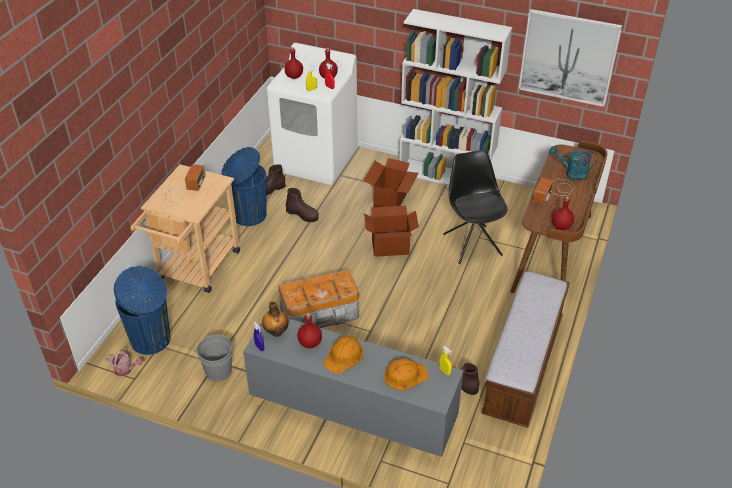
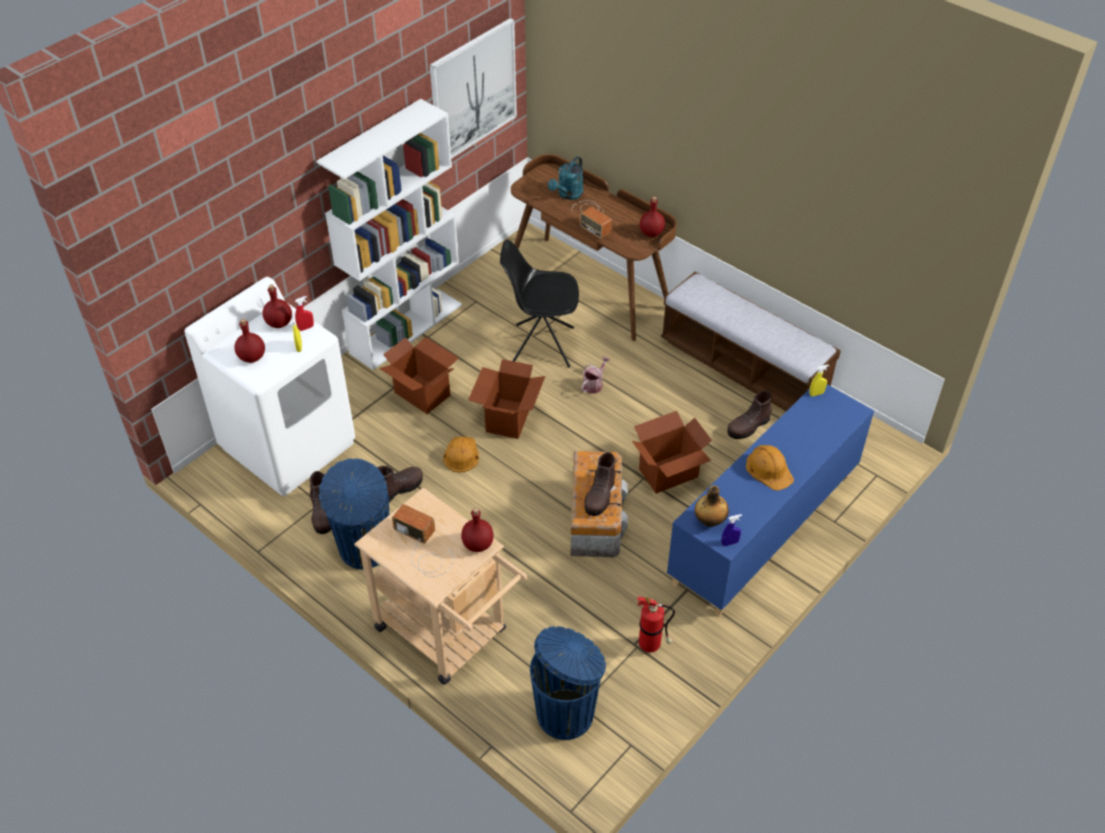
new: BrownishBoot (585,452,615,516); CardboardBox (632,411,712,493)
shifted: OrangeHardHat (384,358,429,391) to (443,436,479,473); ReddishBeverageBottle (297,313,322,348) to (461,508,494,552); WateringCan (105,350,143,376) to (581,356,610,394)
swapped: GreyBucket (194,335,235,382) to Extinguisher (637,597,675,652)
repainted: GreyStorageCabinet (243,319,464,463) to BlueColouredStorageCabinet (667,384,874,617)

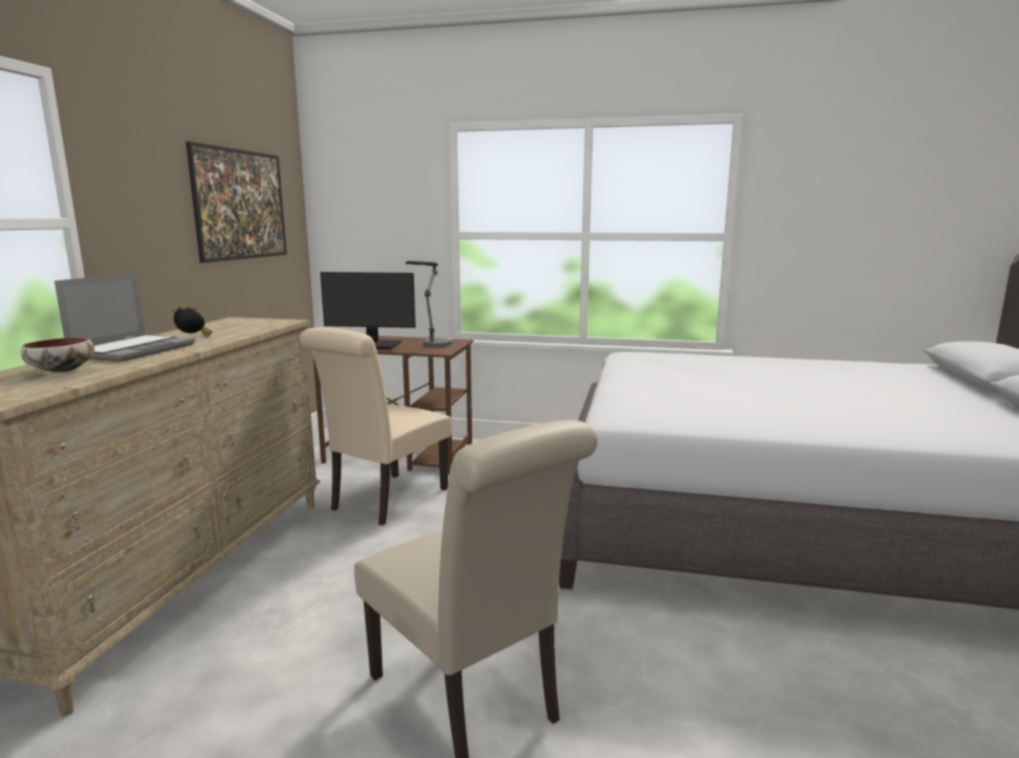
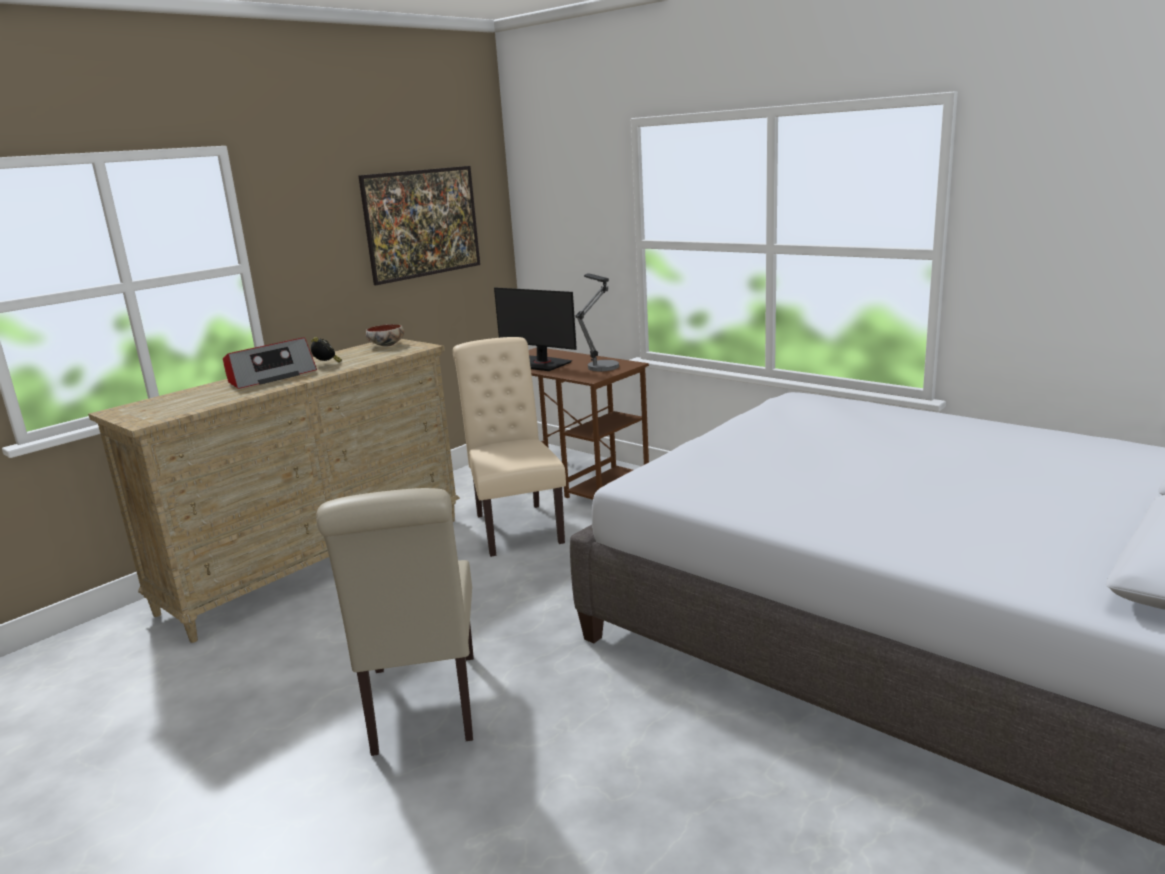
shifted: ServingBowl (21,338,94,372) to (366,324,404,347)
swapped: PortableComputer (54,273,195,362) to RadioReceiver (223,337,317,389)
rotated: SandColouredUprightChair (300,327,452,525) = (453,337,566,557) 105 degrees clockwise

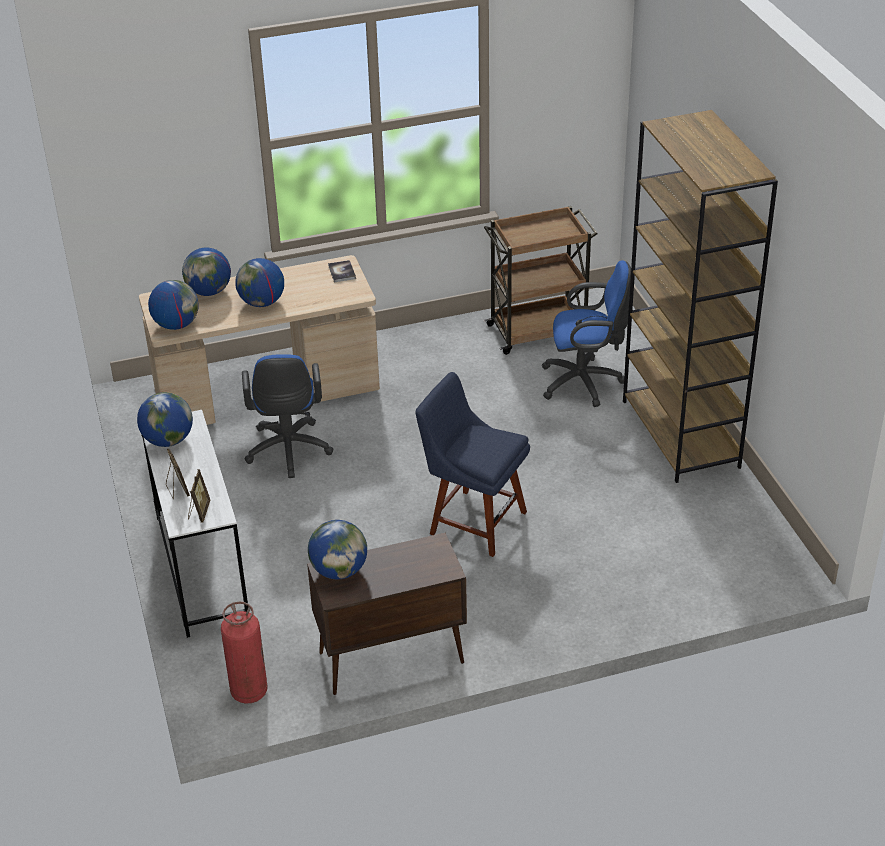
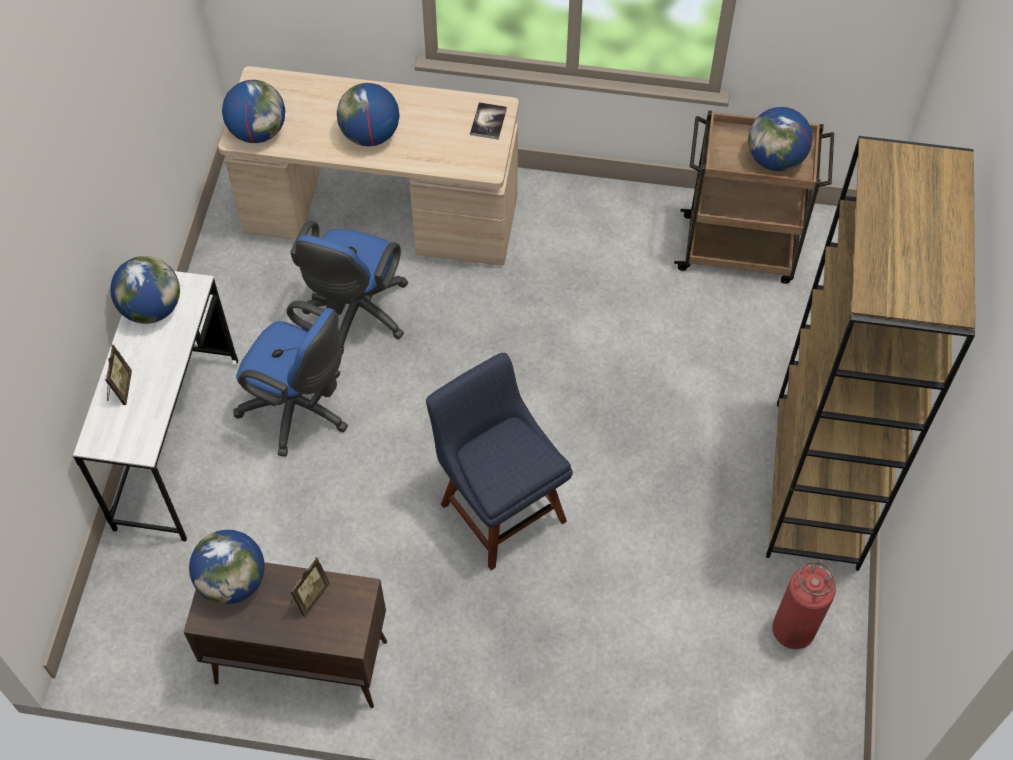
shifted: BlueColouredDeskChair (542,260,631,407) to (233,301,348,457); PictureFrame (188,469,210,522) to (290,557,330,617); Globe (182,248,231,296) to (748,107,813,171); Extinguisher (221,602,267,704) to (772,561,836,649)

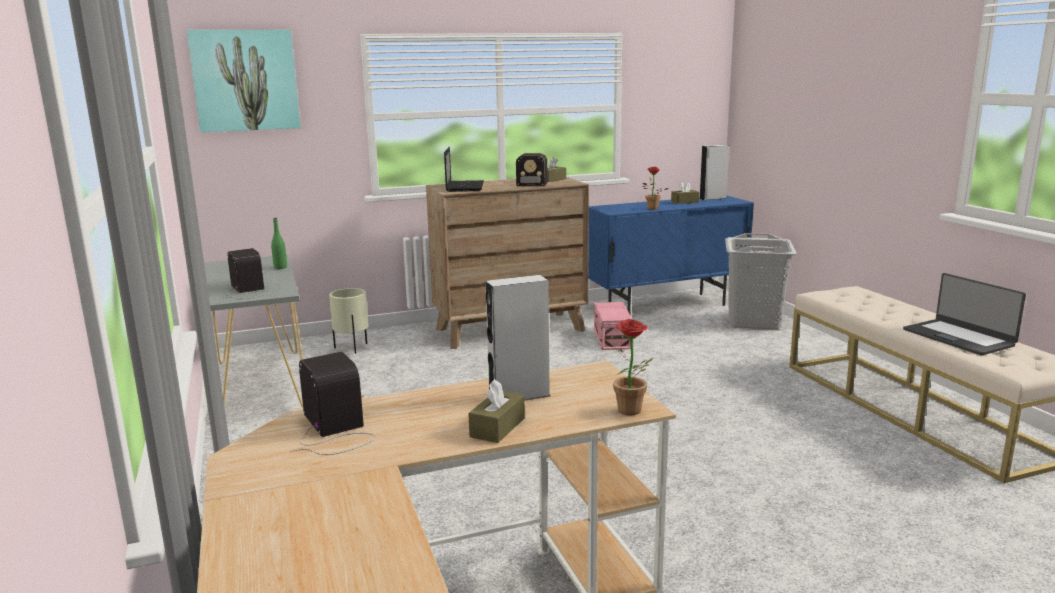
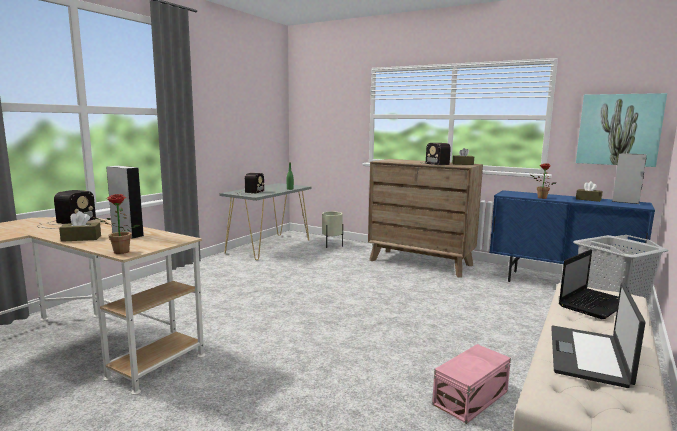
shifted: PinkishStorageBox (594,302,633,350) to (432,344,511,424); PortableComputer (444,147,484,192) to (559,249,619,319); WallArt (187,30,301,132) to (576,93,667,167)

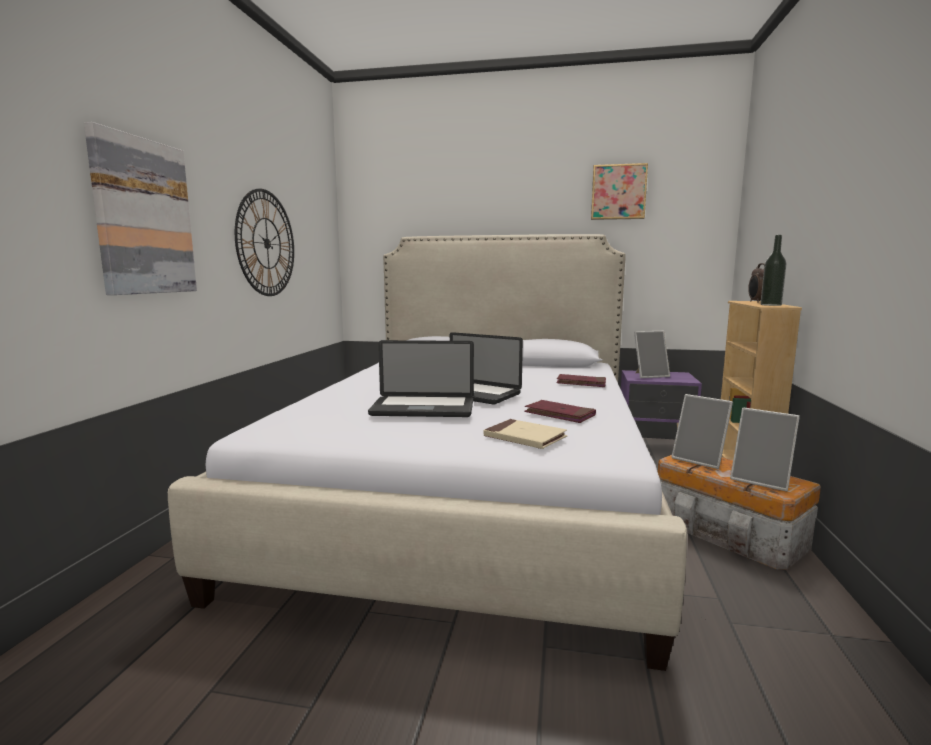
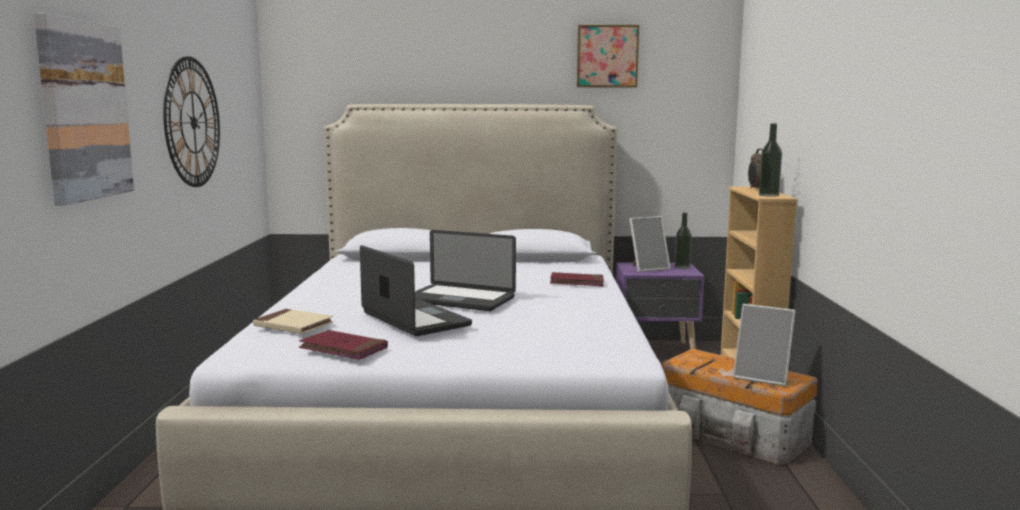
gone: PictureFrame (672,394,733,469)
new: BeverageBottle (675,213,692,269)
shifted: SandColouredVolume (484,419,567,449) to (253,309,334,334); ReddishVolume (524,400,596,423) to (299,330,388,360)
rotated: PortableComputer (368,340,474,417) = (360,245,472,336) 120 degrees counterclockwise

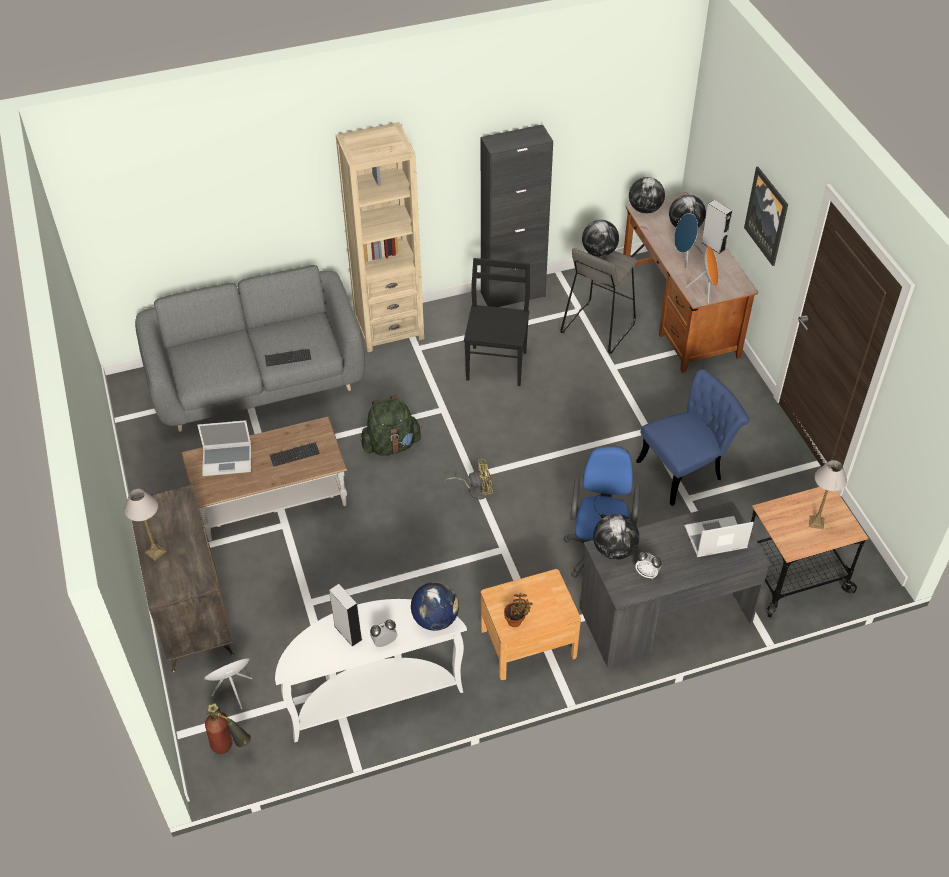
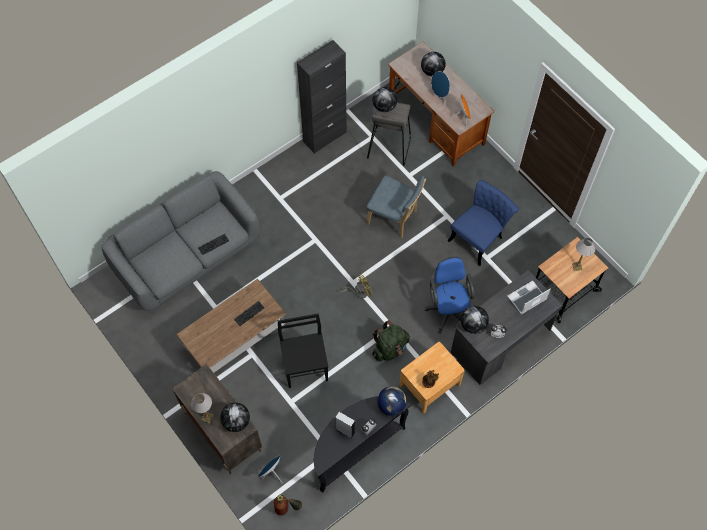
gone: PortableComputer (197,420,251,476); SandColouredBookshelf (336,122,424,352); GreyLoudspeaker (701,200,732,254); WallArt (744,167,788,266)
new: BlueColouredUprightChair (366,175,426,239)
shifted: Globe (629,177,665,214) to (220,402,250,432); BlackishUprightChair (464,258,530,386) to (278,314,328,388); GreenishRucksack (361,395,422,456) to (372,320,410,362)
repainted: WhiteHallTable (275,599,467,742) to BlackishHallTable (314,396,411,493)

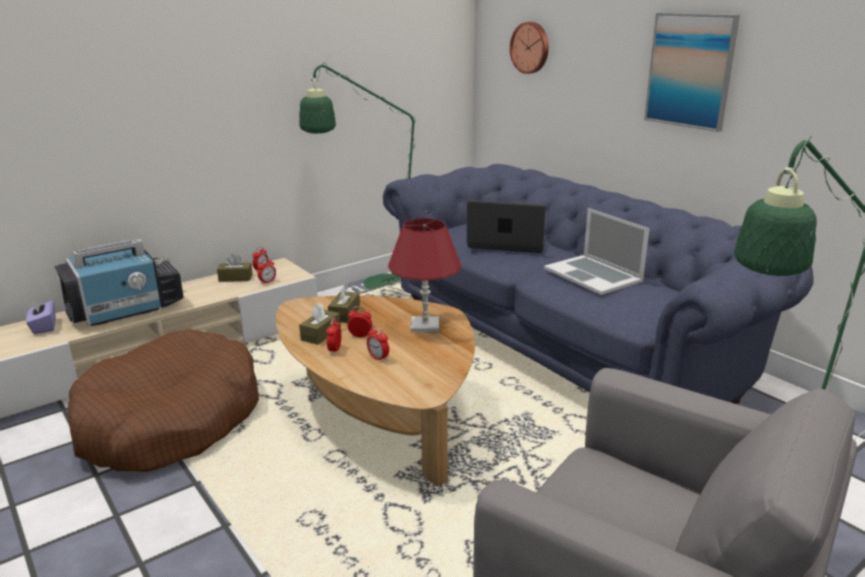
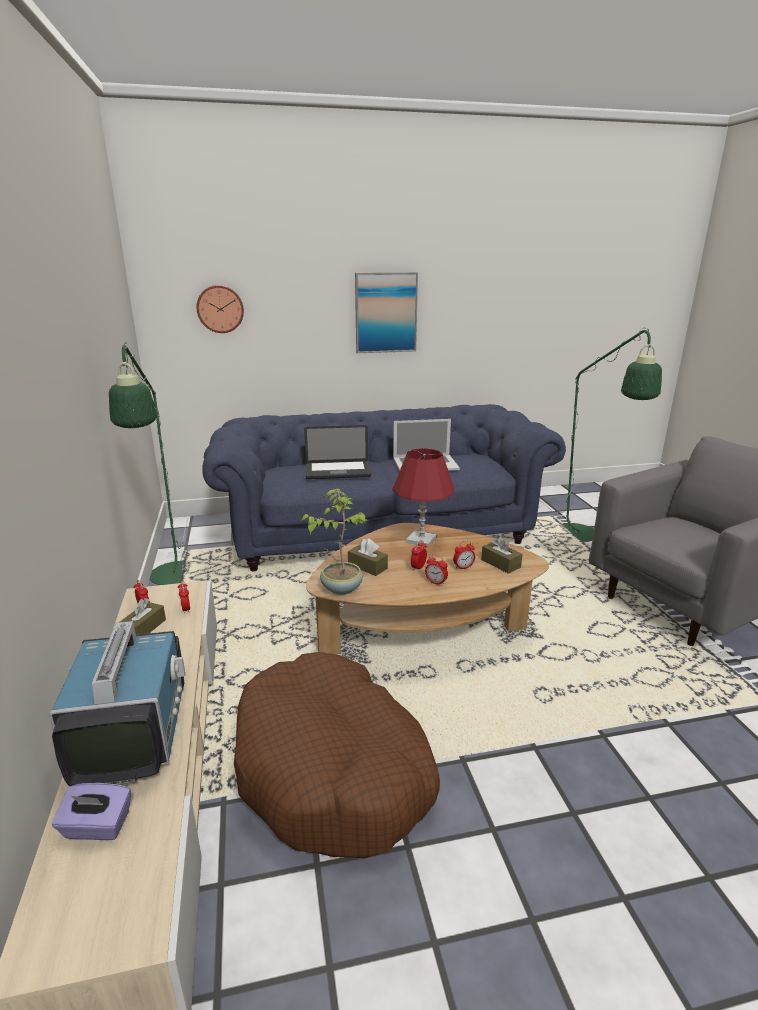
new: Houseplant (301,489,369,595)
shifted: BrownishBoxOfTissues (299,303,341,345) to (481,536,523,574)
rotated: PortableComputer (467,200,547,253) = (304,425,371,479) 135 degrees counterclockwise

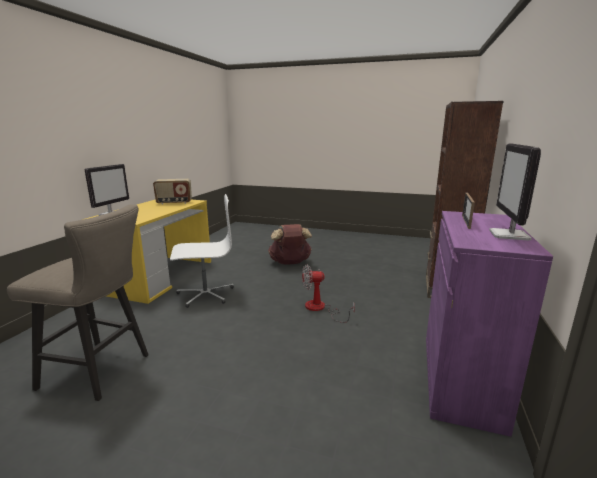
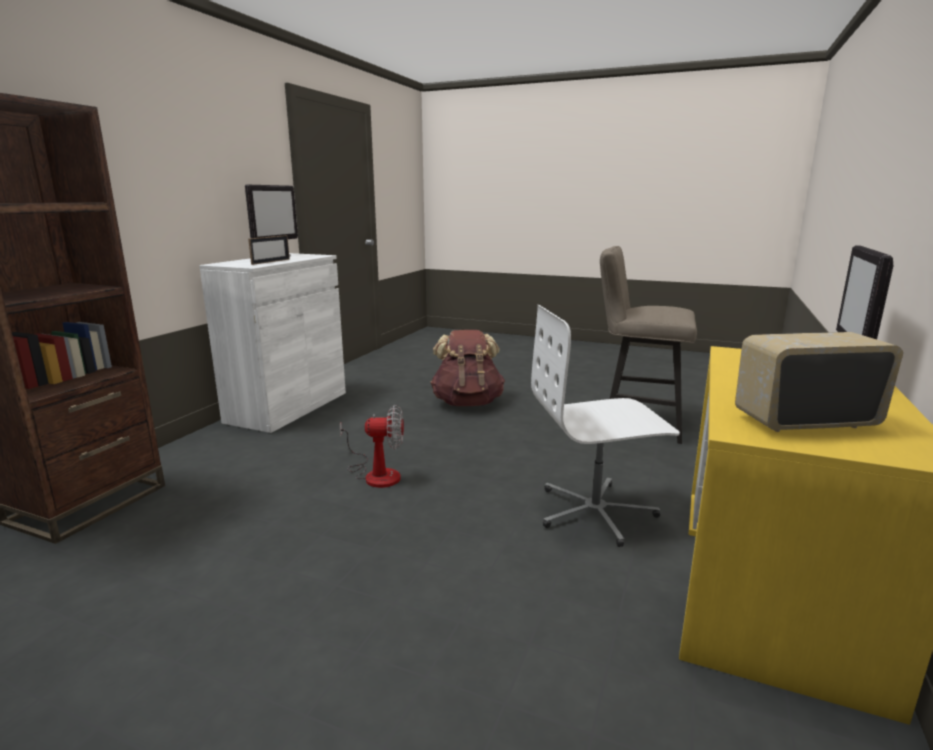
shifted: BrownishRucksack (268,224,312,265) to (430,330,505,406)
repainted: PurpleColouredStorageCabinet (426,211,553,437) to WhiteStorageCabinet (199,253,346,433)

